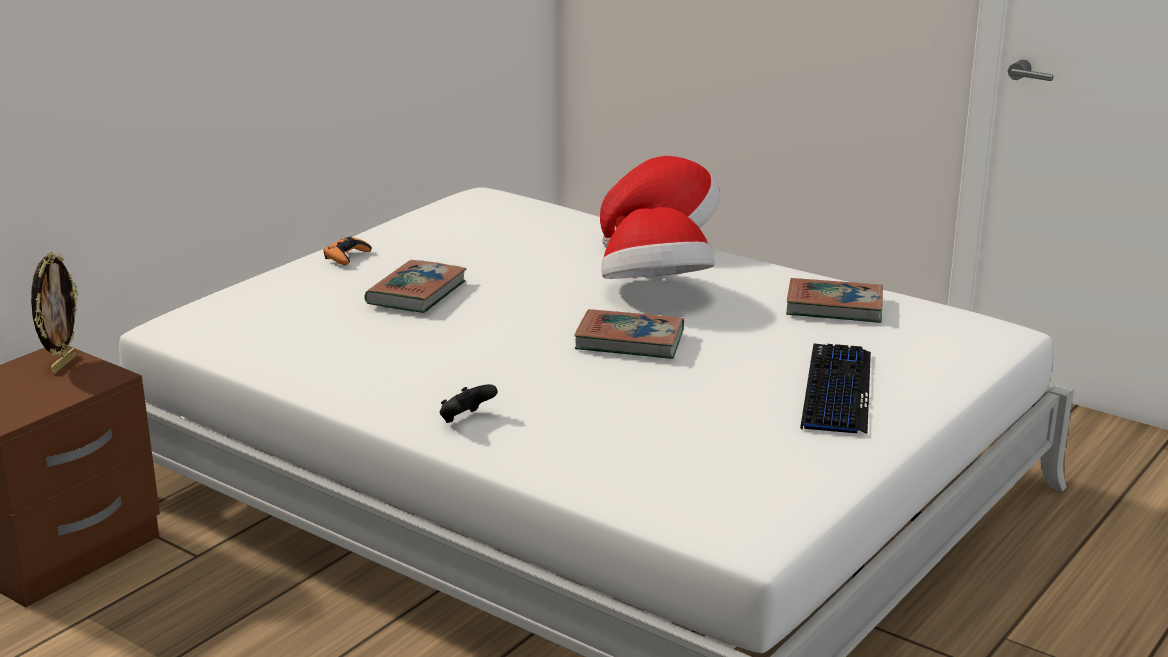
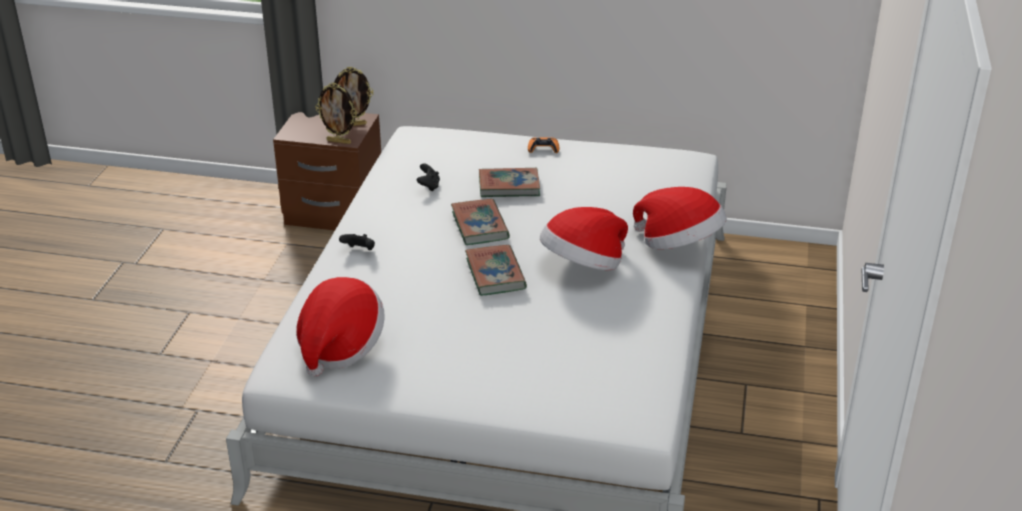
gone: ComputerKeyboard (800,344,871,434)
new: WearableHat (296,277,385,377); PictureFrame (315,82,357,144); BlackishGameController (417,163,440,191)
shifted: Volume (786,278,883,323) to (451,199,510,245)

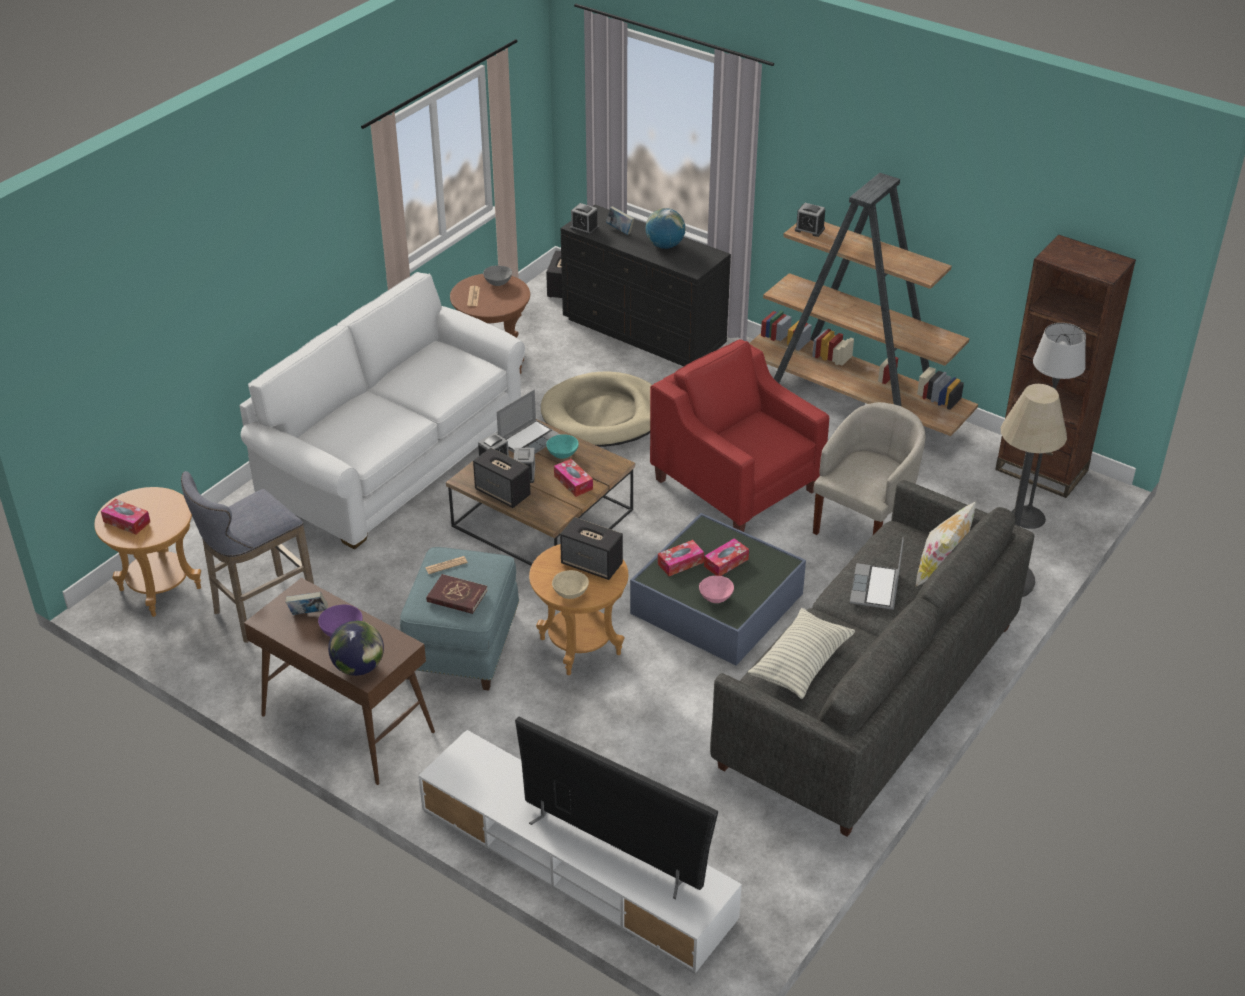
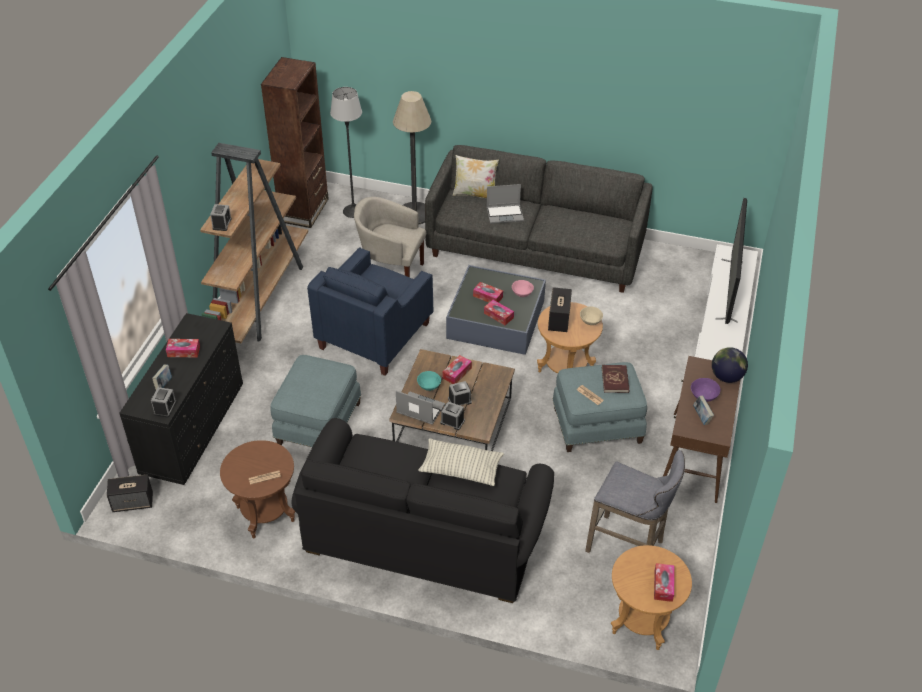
gone: Loudspeaker (473,448,531,508); GreyServingBowl (483,266,512,286)
shifted: Cushion (748,608,855,699) to (418,438,504,486)
swapped: Globe (646,208,686,249) to BoxOfTissues (166,339,200,357); SandColouredDogCushion (541,371,652,447) to BlueColouredFootrest (270,355,361,447)
repainted: WhiteCouch (239,272,525,549) to BlackishCouch (291,418,554,603); ReddishArmchair (650,339,829,532) to BlueColouredArmchair (307,247,433,376)

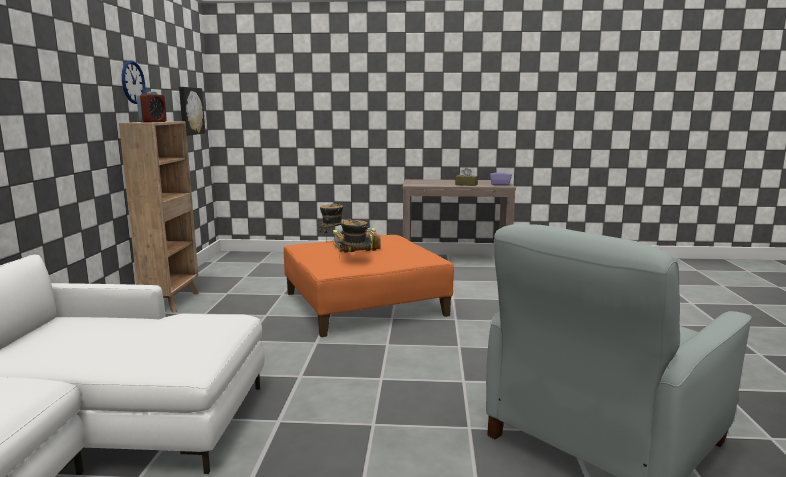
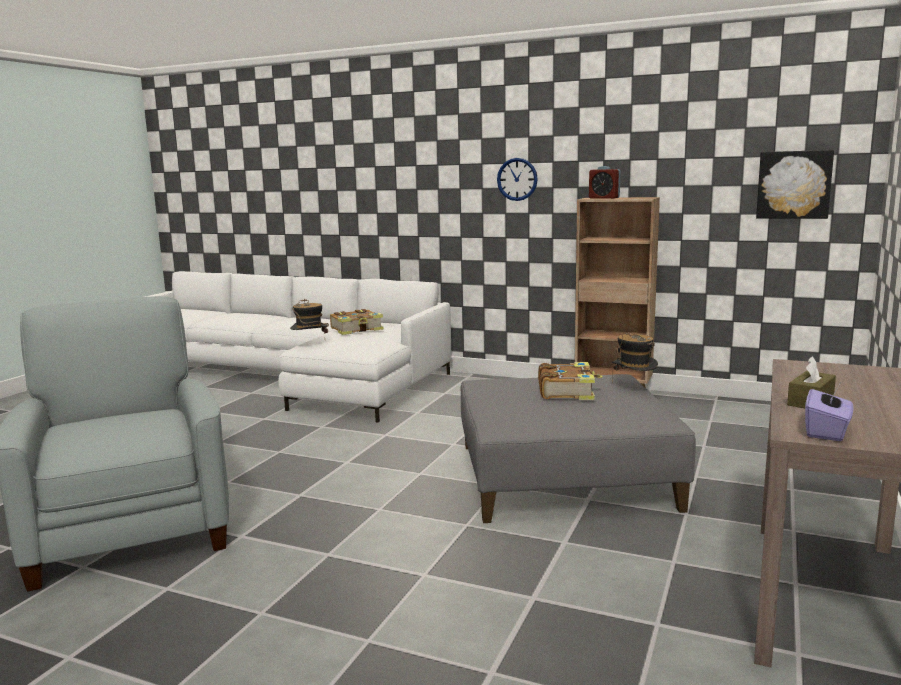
new: Volume (330,309,384,335)
shifted: WearableHat (337,218,372,259) to (290,299,329,333); HangingClock (122,60,145,104) to (497,158,538,201)
repainted: OrangeFootrest (284,235,454,337) to GreyFootrest (461,374,696,523)

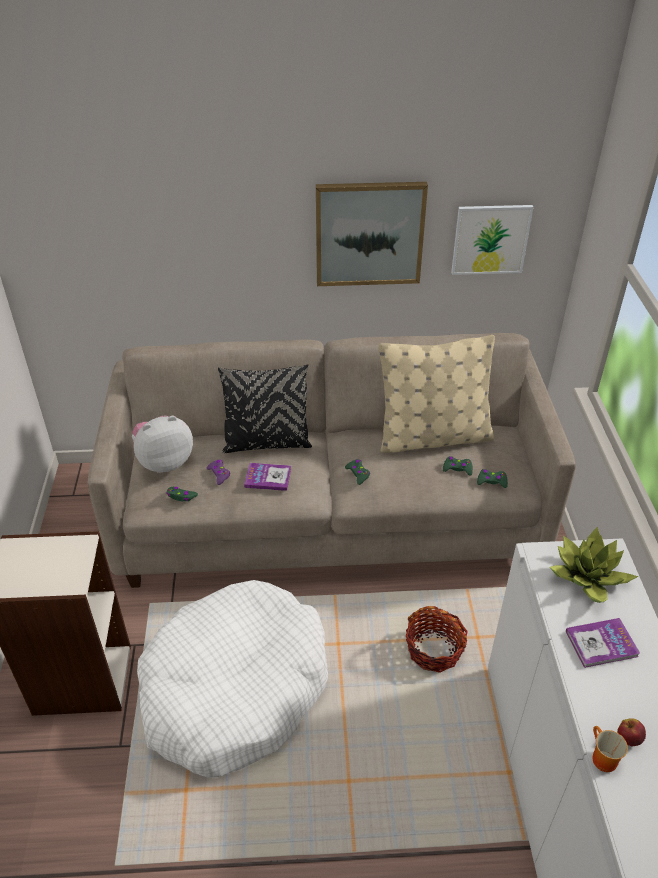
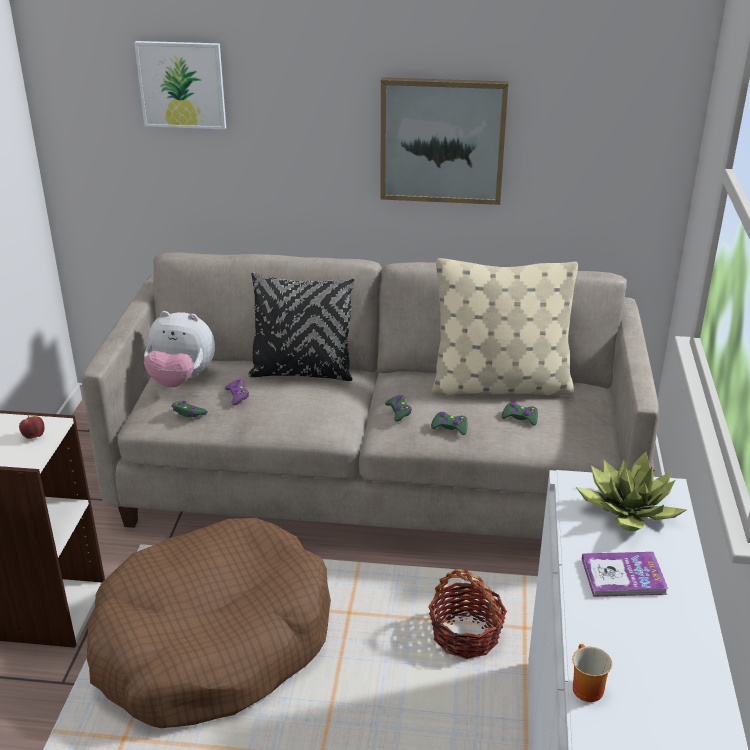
gone: Volume (244,463,291,491)
shifted: WholeApple (617,718,646,747) to (19,415,45,439); WallArt (451,205,533,275) to (134,41,226,129); GreenishGameController (477,469,508,488) to (431,412,468,435)
repainted: WhiteDogCushion (137,580,328,777) to BrownishDogCushion (87,518,331,728)
rotated: CuddlyToy (132,415,193,473) = (144,311,215,387) 150 degrees counterclockwise

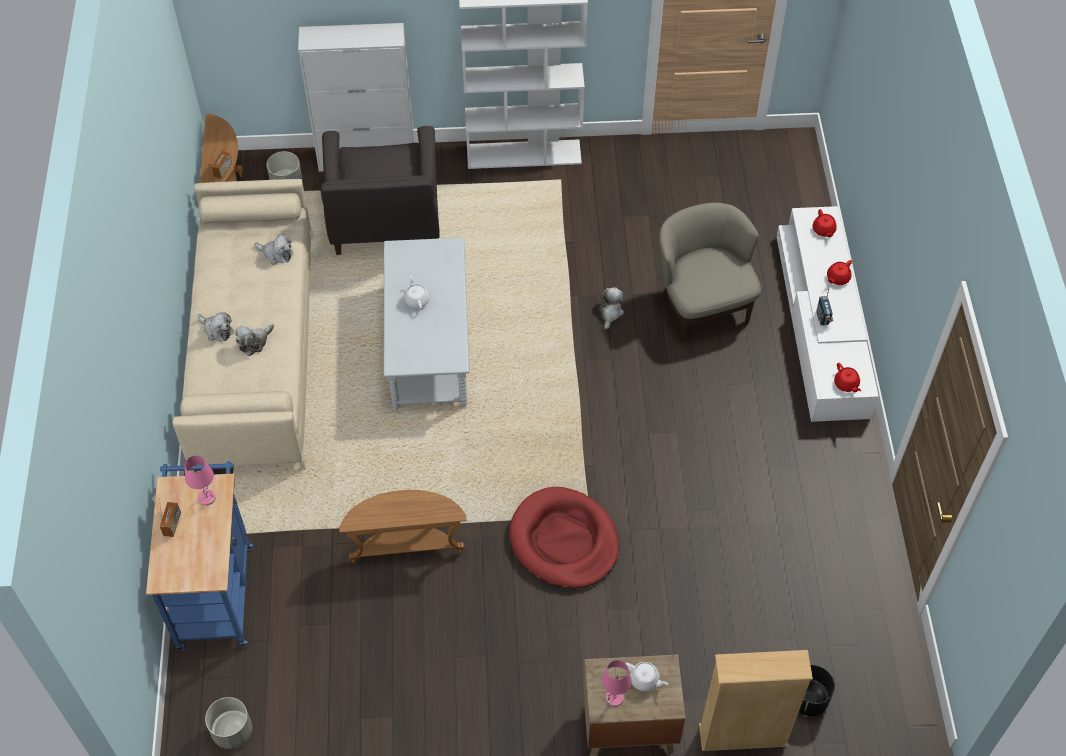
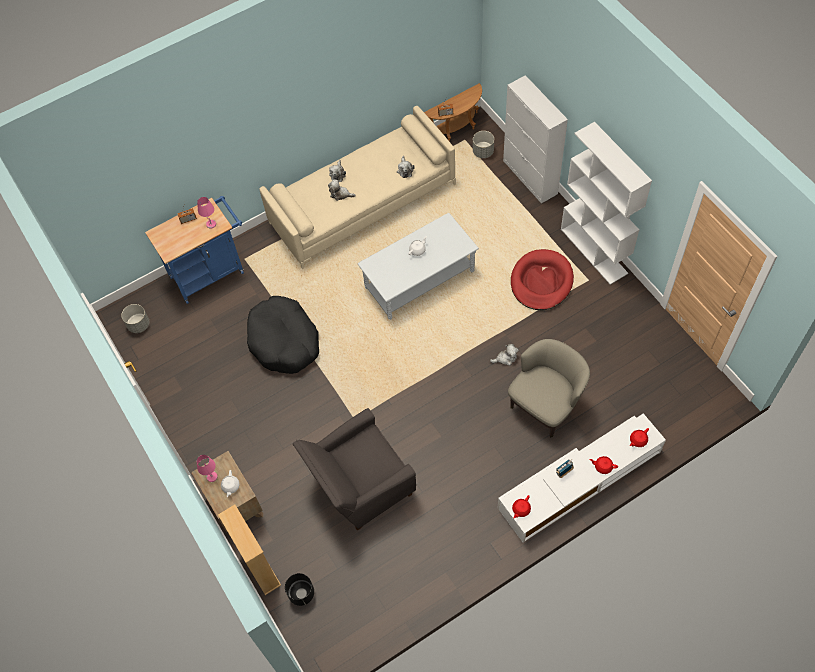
shifted: GreyArmchair (320,126,439,255) to (293,408,416,530); ReddishDogCushion (509,487,619,588) to (511,249,574,310)
swapped: BrownishEndTable (339,490,467,564) to BlackishDogCushion (247,296,319,374)

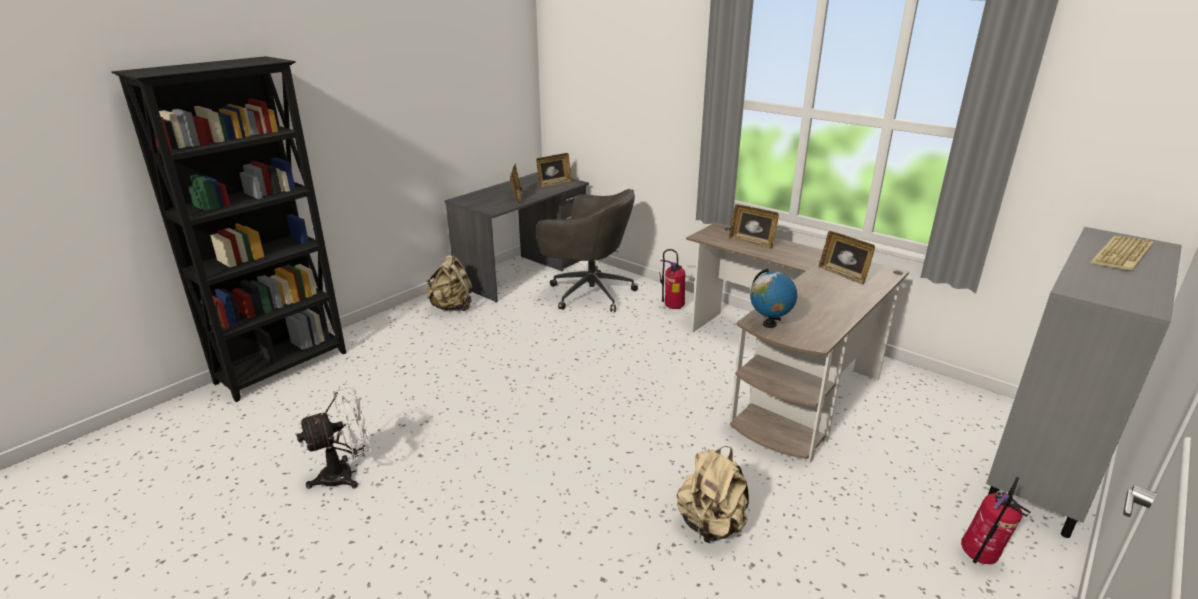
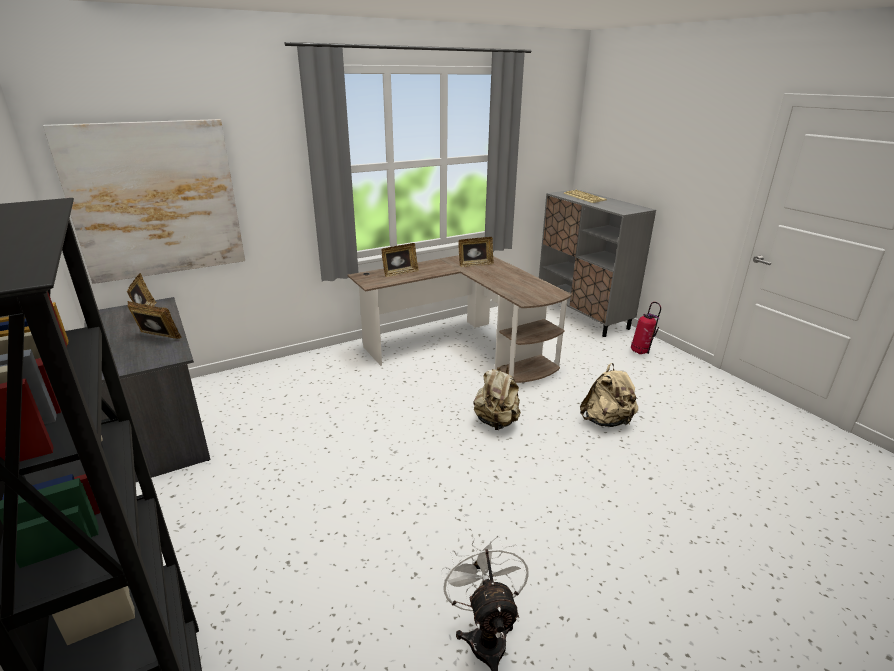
gone: GreyDeskChair (536,189,638,312); Extinguisher (659,249,685,309); Globe (750,269,797,328)
new: WallArt (43,119,245,284)
shifted: SandColouredRucksack (426,255,473,312) to (473,365,521,430)

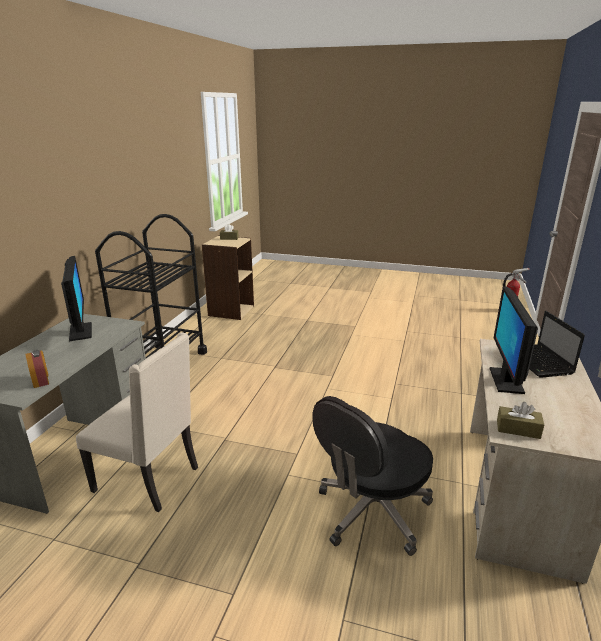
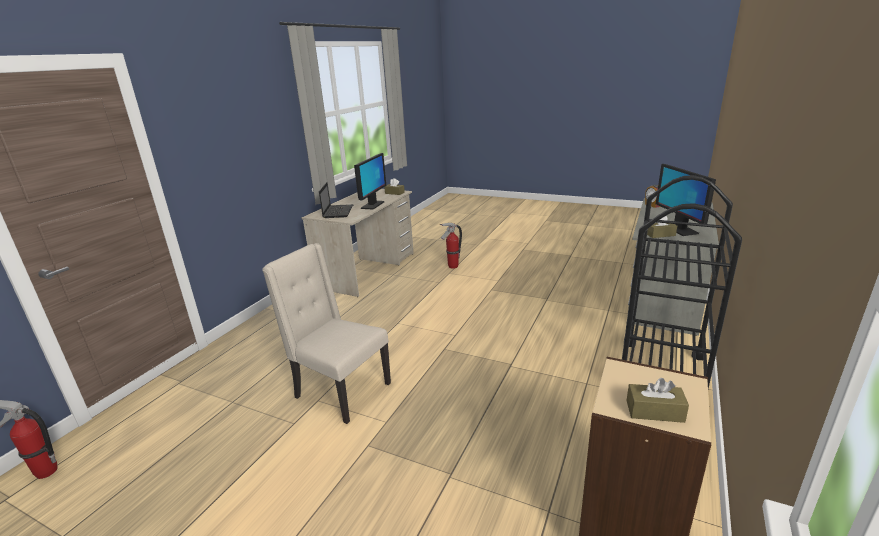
new: BrownishBoxOfTissues (647,216,677,238)
shifted: SandColouredUprightChair (76,332,198,512) to (262,243,391,424)
swapped: BlackishDeskChair (312,396,433,556) to Extinguisher (440,223,462,269)

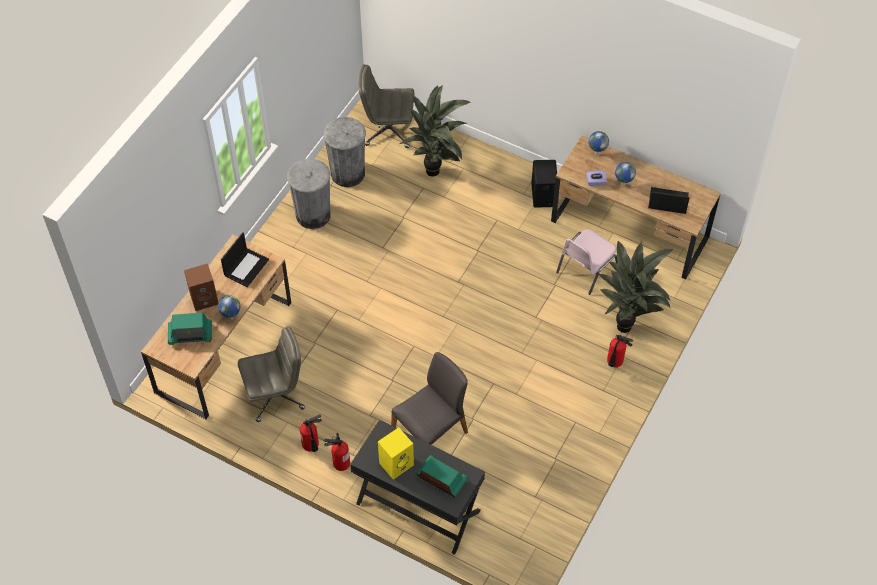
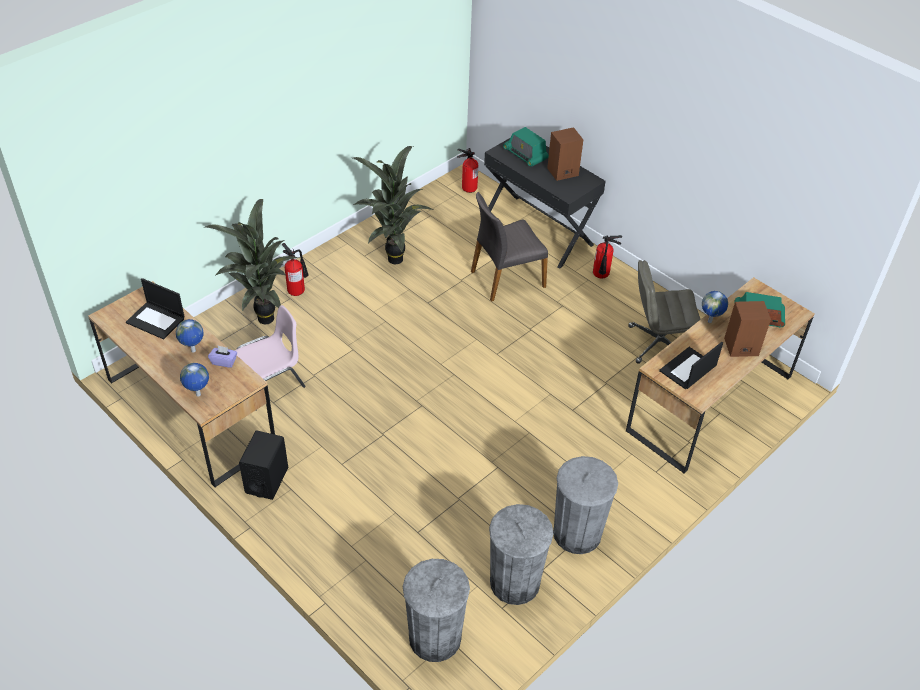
shifted: Houseplant (400,85,471,177) to (353,146,434,264); Extinguisher (300,415,322,452) to (457,148,478,193)
swapped: GreyDeskChair (358,64,415,148) to GreyWasteBin (403,559,470,662)
repainted: YellowLoudspeaker (378,427,414,479) to BrownishLoudspeaker (547,127,583,181)

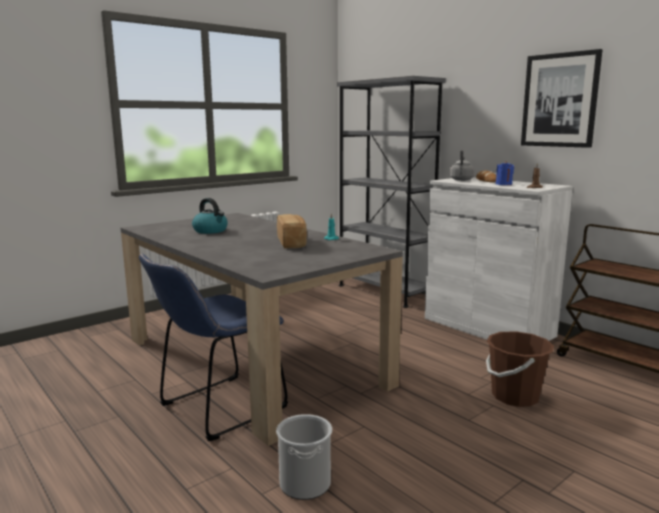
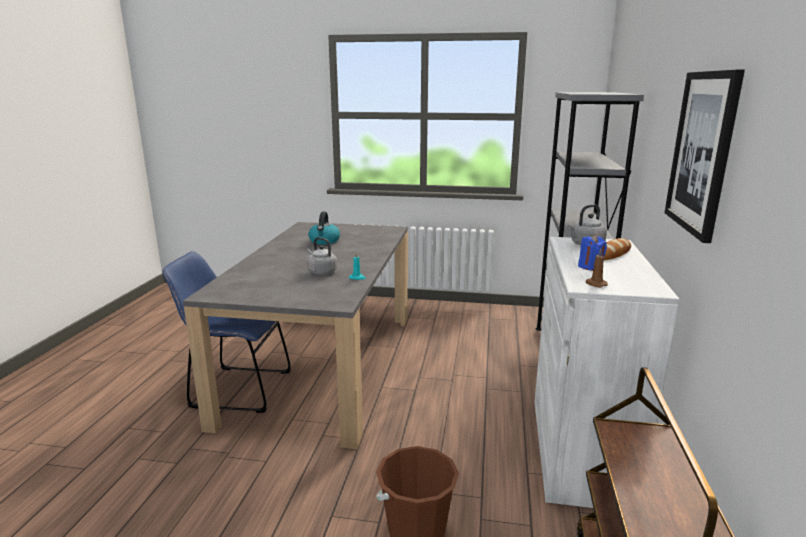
gone: Bucket (276,414,332,500)
swapped: BakeryBread (277,214,307,248) to GreyWaterKettle (307,237,337,275)

